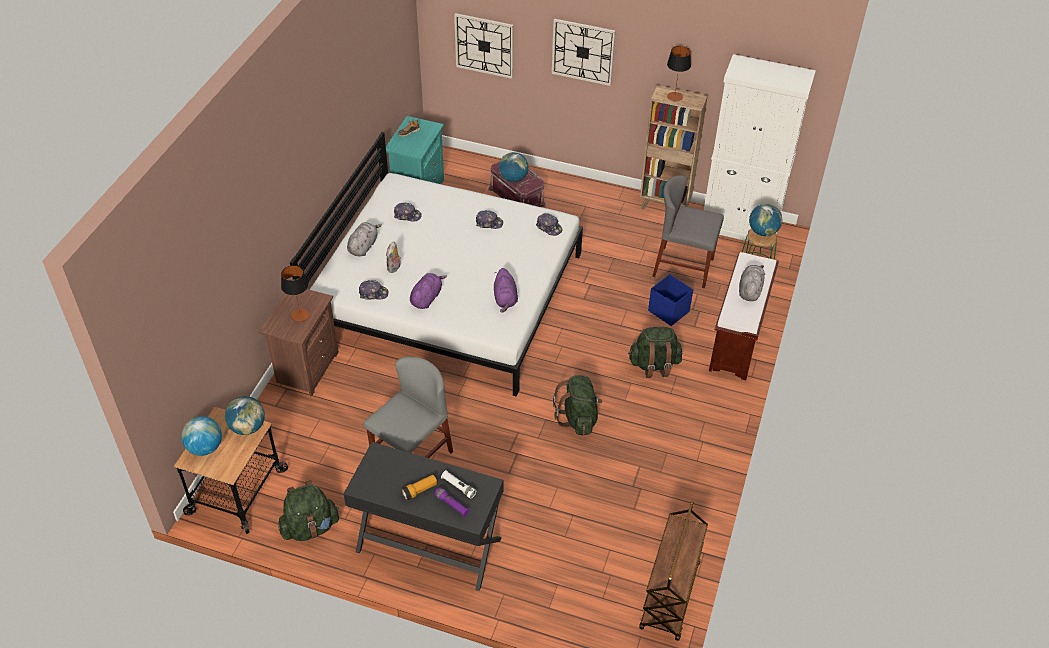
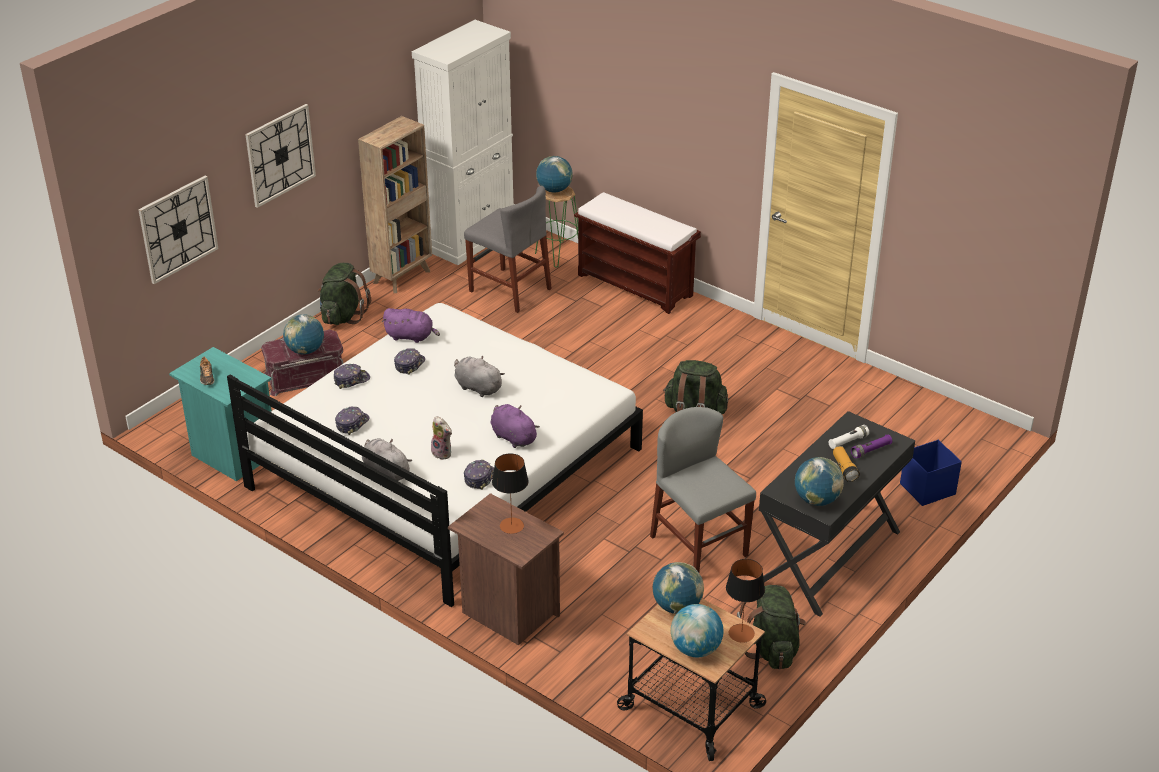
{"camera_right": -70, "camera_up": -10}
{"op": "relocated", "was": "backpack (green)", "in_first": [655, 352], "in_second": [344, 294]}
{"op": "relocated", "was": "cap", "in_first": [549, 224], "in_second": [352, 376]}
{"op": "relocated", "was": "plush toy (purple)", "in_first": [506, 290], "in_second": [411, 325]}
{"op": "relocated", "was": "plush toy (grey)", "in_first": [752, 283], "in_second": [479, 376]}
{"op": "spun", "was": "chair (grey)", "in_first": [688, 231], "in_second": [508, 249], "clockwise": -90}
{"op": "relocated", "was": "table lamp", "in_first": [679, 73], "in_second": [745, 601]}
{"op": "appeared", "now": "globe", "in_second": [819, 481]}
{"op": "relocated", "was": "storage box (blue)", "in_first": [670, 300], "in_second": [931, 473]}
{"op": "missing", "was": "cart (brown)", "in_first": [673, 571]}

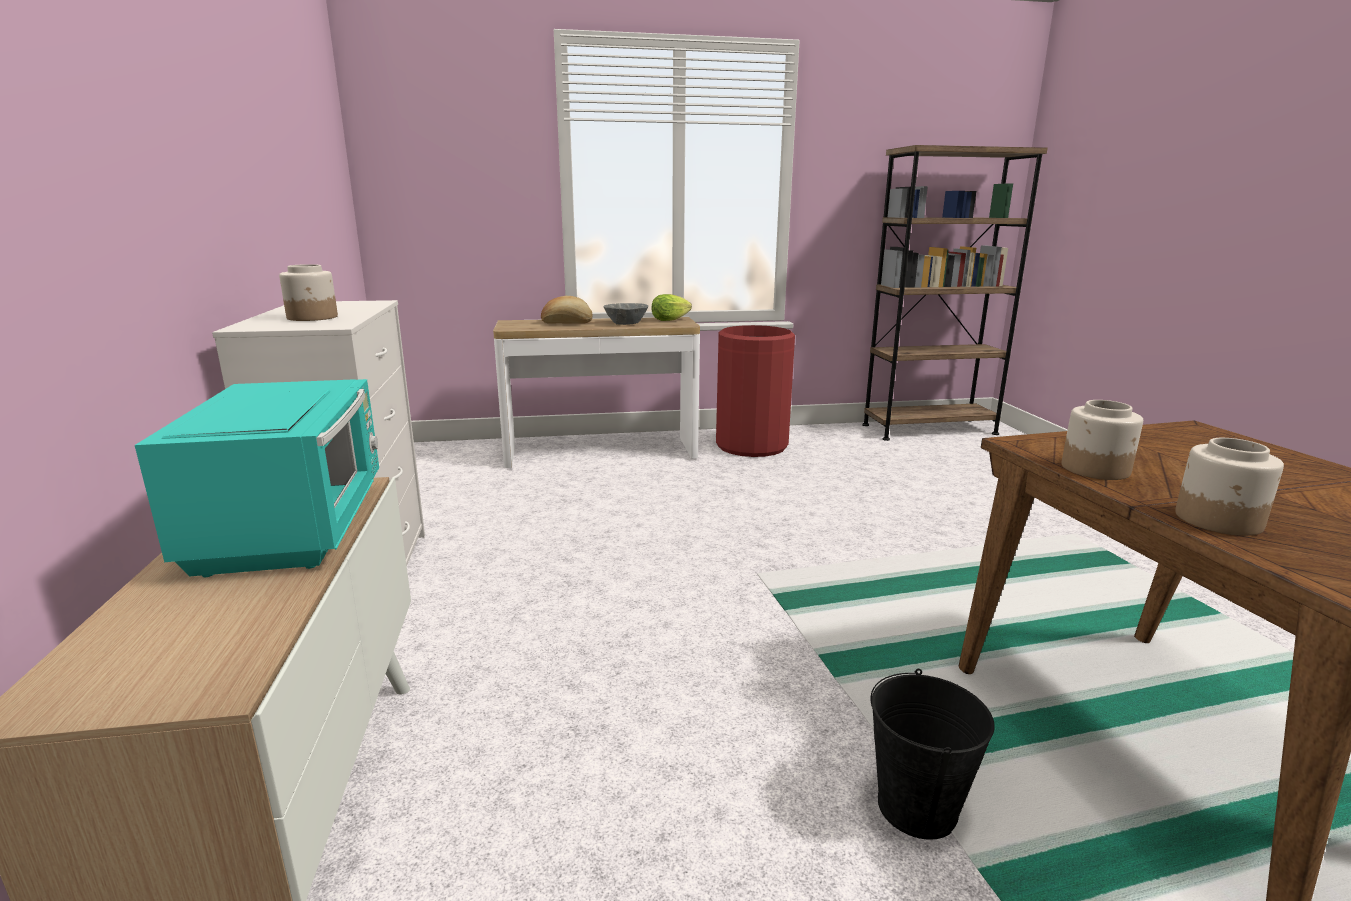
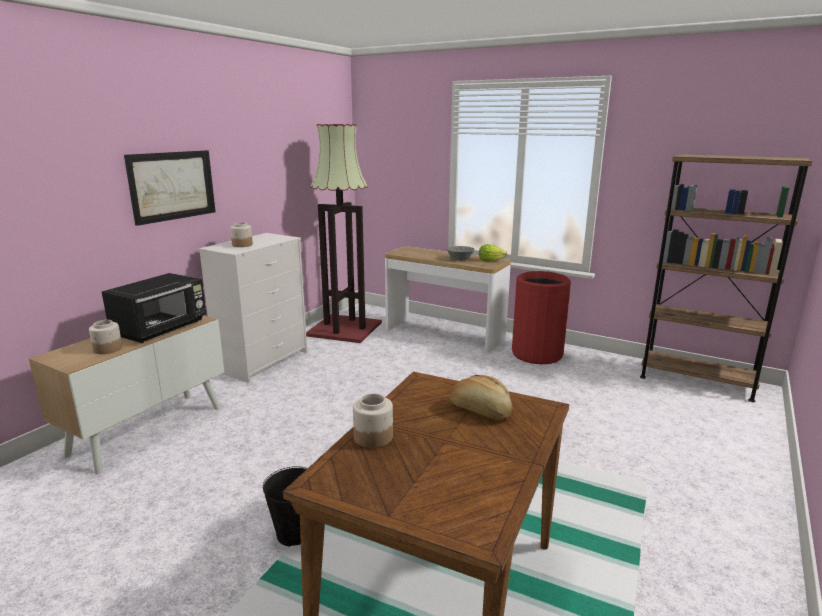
{"camera_right": 40, "camera_up": 0}
{"op": "relocated", "was": "jar", "in_first": [1102, 440], "in_second": [105, 337]}
{"op": "colour", "was": "microwave (turquoise)", "now": "microwave (black)", "in_first": [257, 478], "in_second": [154, 308]}
{"op": "appeared", "now": "picture", "in_second": [170, 188]}
{"op": "appeared", "now": "floor lamp", "in_second": [344, 233]}
{"op": "relocated", "was": "bread", "in_first": [566, 310], "in_second": [481, 397]}

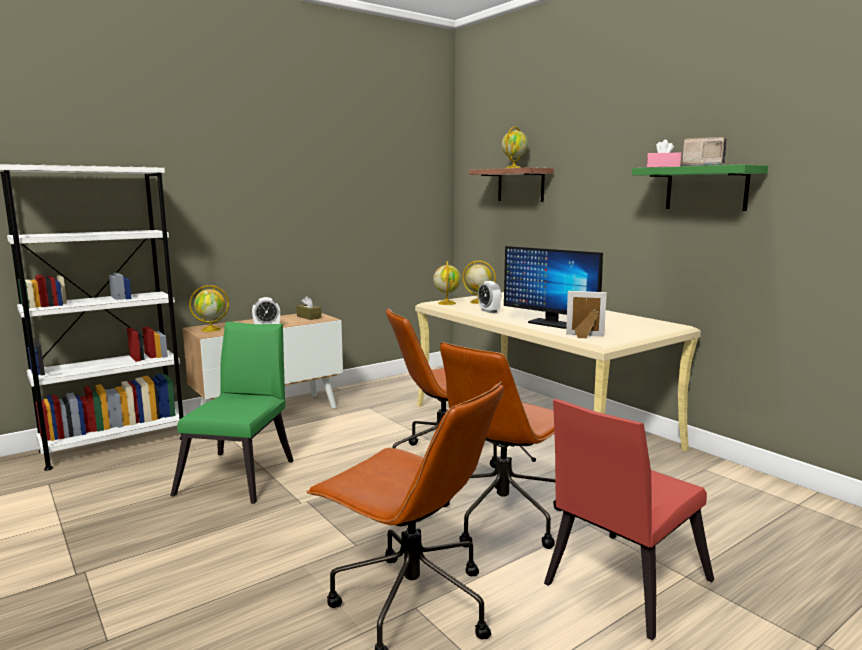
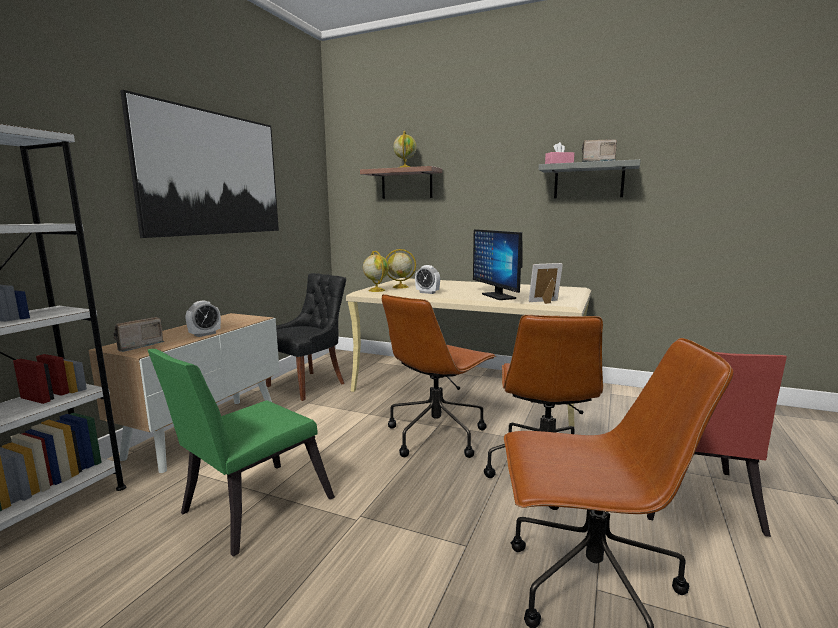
{"camera_right": -30, "camera_up": 0}
{"op": "exchanged", "was": "globe", "now": "radio", "in_first": [209, 308], "in_second": [139, 334]}
{"op": "appeared", "now": "picture", "in_second": [199, 164]}
{"op": "spun", "was": "chair (green)", "in_first": [232, 412], "in_second": [241, 453], "clockwise": -120}
{"op": "appeared", "now": "chair (black)", "in_second": [306, 337]}
{"op": "spun", "was": "monitor", "in_first": [553, 287], "in_second": [498, 264], "clockwise": 60}
{"op": "colour", "was": "shelf (green)", "now": "shelf (grey)", "in_first": [700, 187], "in_second": [589, 179]}
{"op": "missing", "was": "tissue box (brown)", "in_first": [309, 308]}

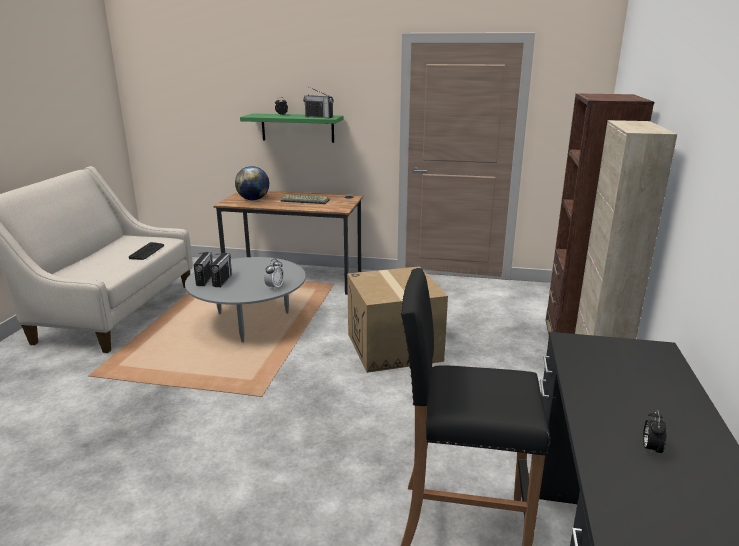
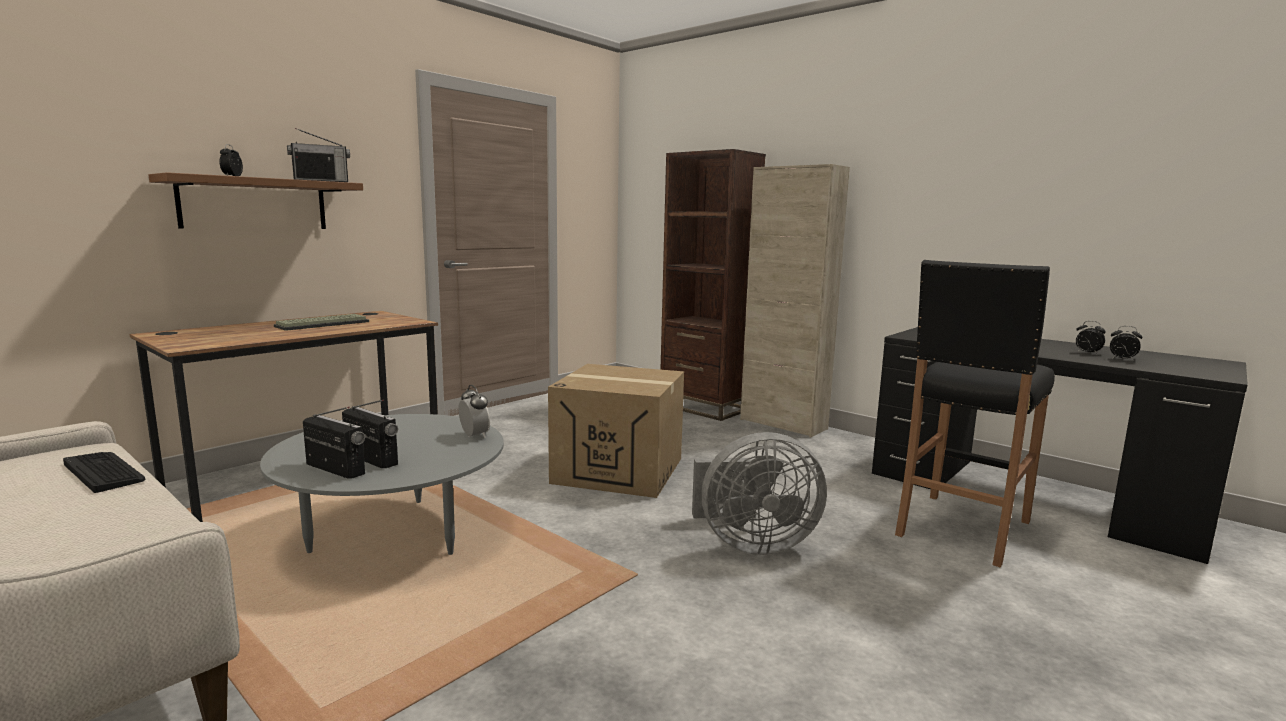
{"camera_right": -60, "camera_up": -10}
{"op": "colour", "was": "shelf (green)", "now": "shelf (brown)", "in_first": [291, 128], "in_second": [255, 200]}
{"op": "appeared", "now": "fan (grey)", "in_second": [759, 493]}
{"op": "appeared", "now": "alarm clock", "in_second": [1126, 343]}
{"op": "missing", "was": "globe", "in_first": [252, 183]}

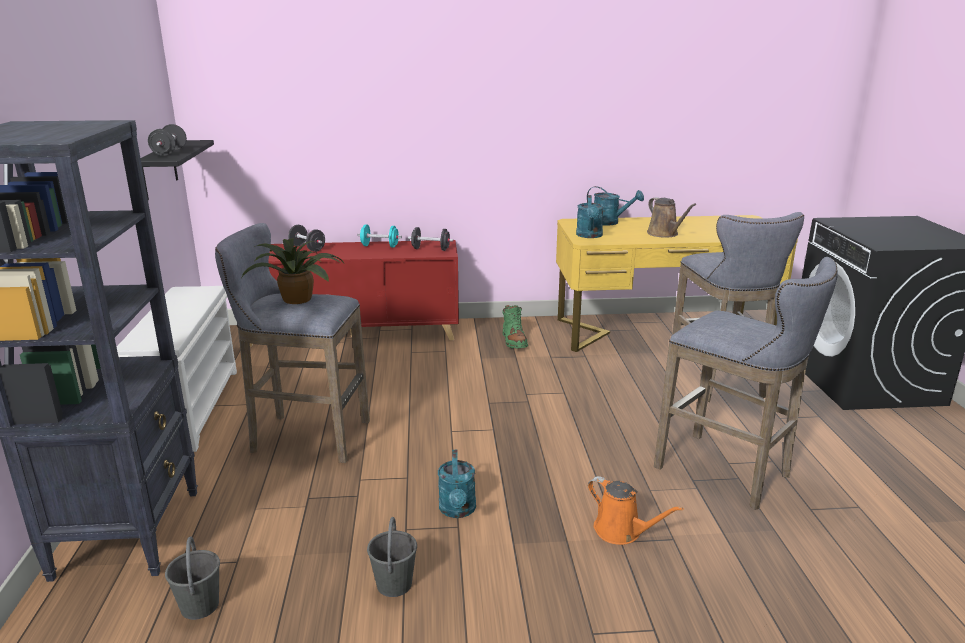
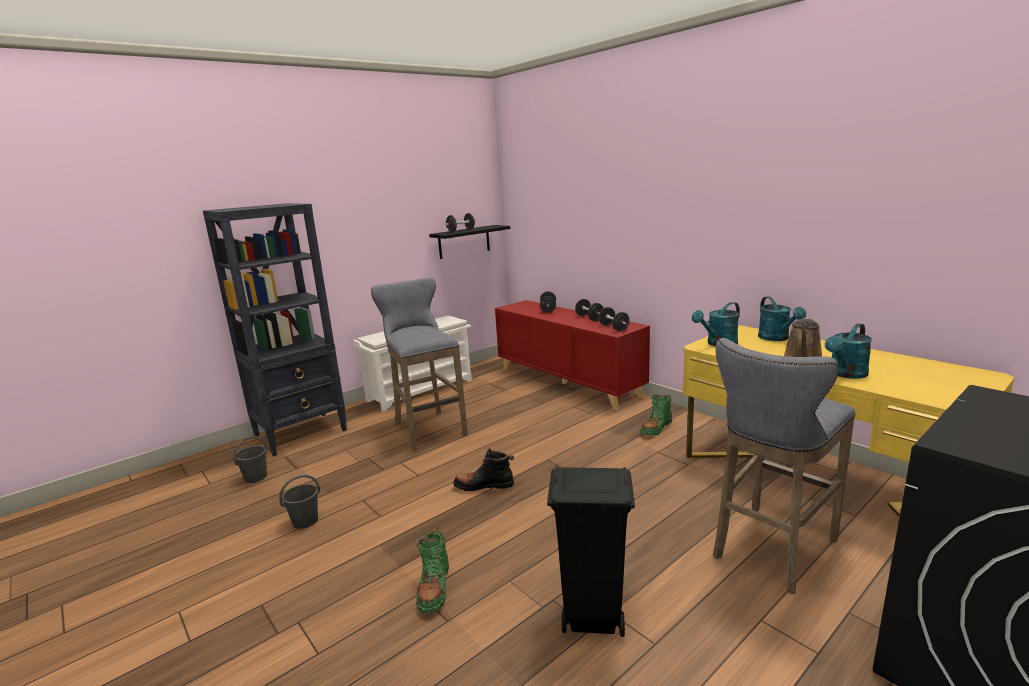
{"camera_right": 55, "camera_up": -5}
{"op": "exchanged", "was": "watering can (orange)", "now": "boot (green)", "in_first": [636, 510], "in_second": [432, 570]}
{"op": "appeared", "now": "boot (black)", "in_second": [483, 469]}
{"op": "exchanged", "was": "stool (grey)", "now": "trash can (black)", "in_first": [746, 383], "in_second": [591, 551]}
{"op": "colour", "was": "dumbbell (turquoise)", "now": "dumbbell (black)", "in_first": [379, 236], "in_second": [589, 310]}
{"op": "relocated", "was": "watering can (turquoise)", "in_first": [457, 484], "in_second": [848, 351]}
{"op": "missing", "was": "potted plant", "in_first": [292, 271]}

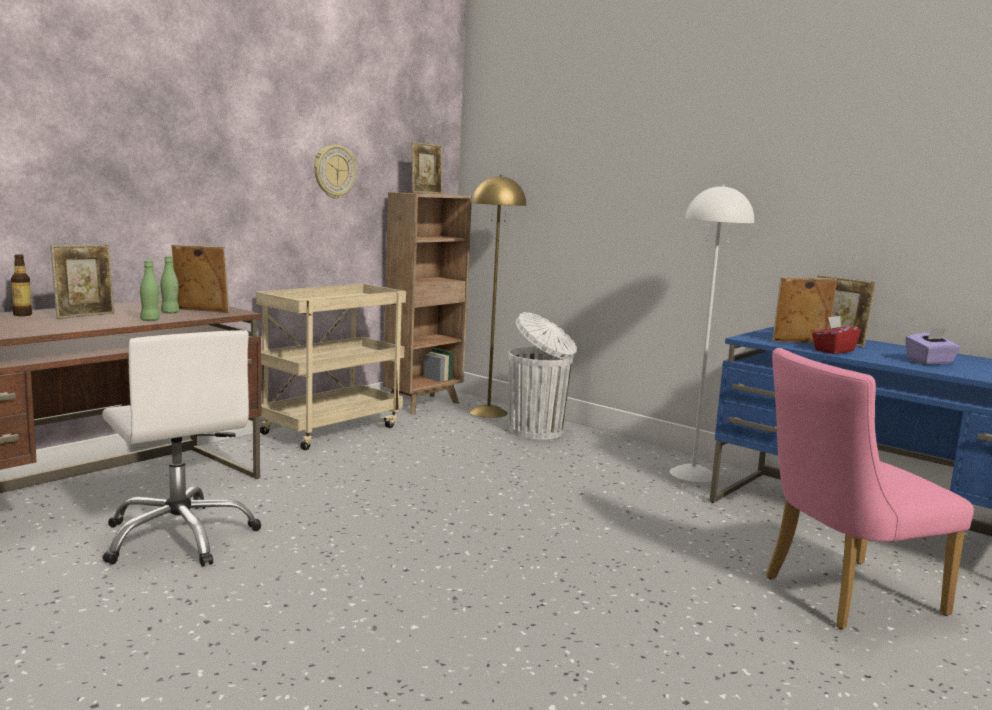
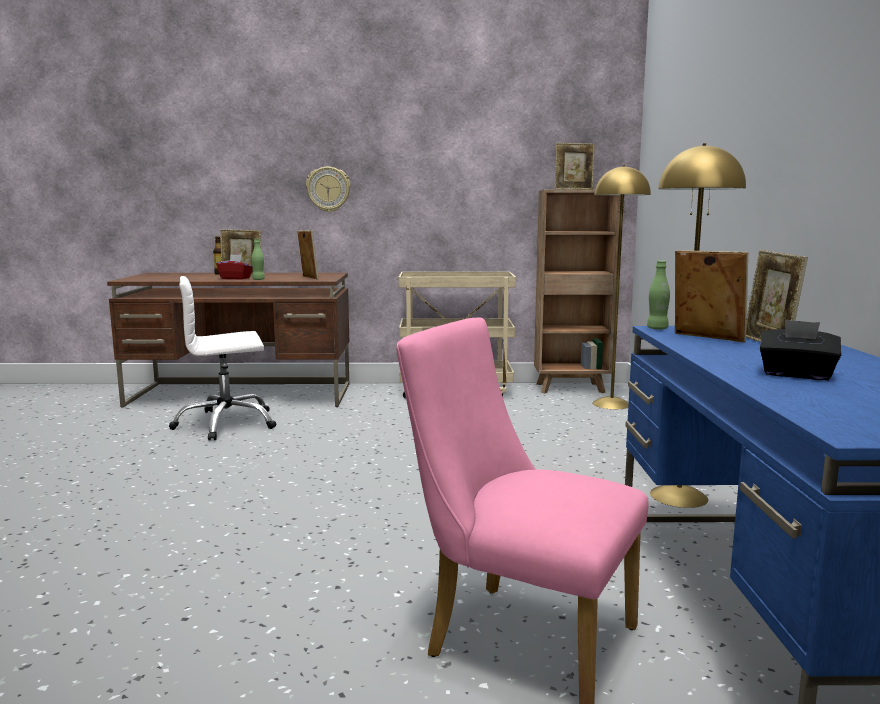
{"camera_right": 50, "camera_up": 0}
{"op": "spun", "was": "office chair (white)", "in_first": [181, 448], "in_second": [222, 358], "clockwise": 60}
{"op": "relocated", "was": "tissue box (red)", "in_first": [836, 335], "in_second": [234, 267]}
{"op": "relocated", "was": "wall clock", "in_first": [335, 172], "in_second": [328, 189]}
{"op": "relocated", "was": "bottle (green)", "in_first": [169, 285], "in_second": [658, 295]}
{"op": "colour", "was": "floor lamp (white)", "now": "floor lamp (yellow)", "in_first": [711, 333], "in_second": [698, 325]}
{"op": "colour", "was": "tissue box (purple)", "now": "tissue box (black)", "in_first": [933, 346], "in_second": [800, 349]}
{"op": "missing", "was": "trash can (white)", "in_first": [542, 376]}

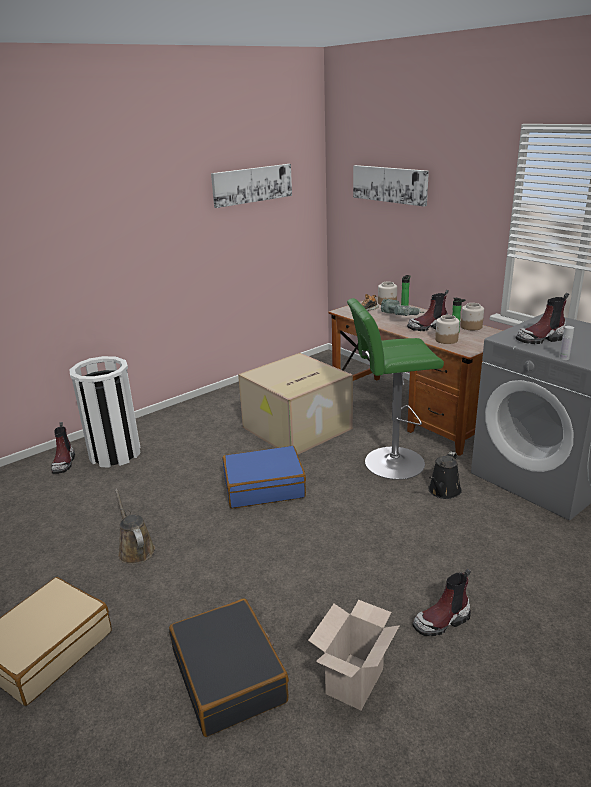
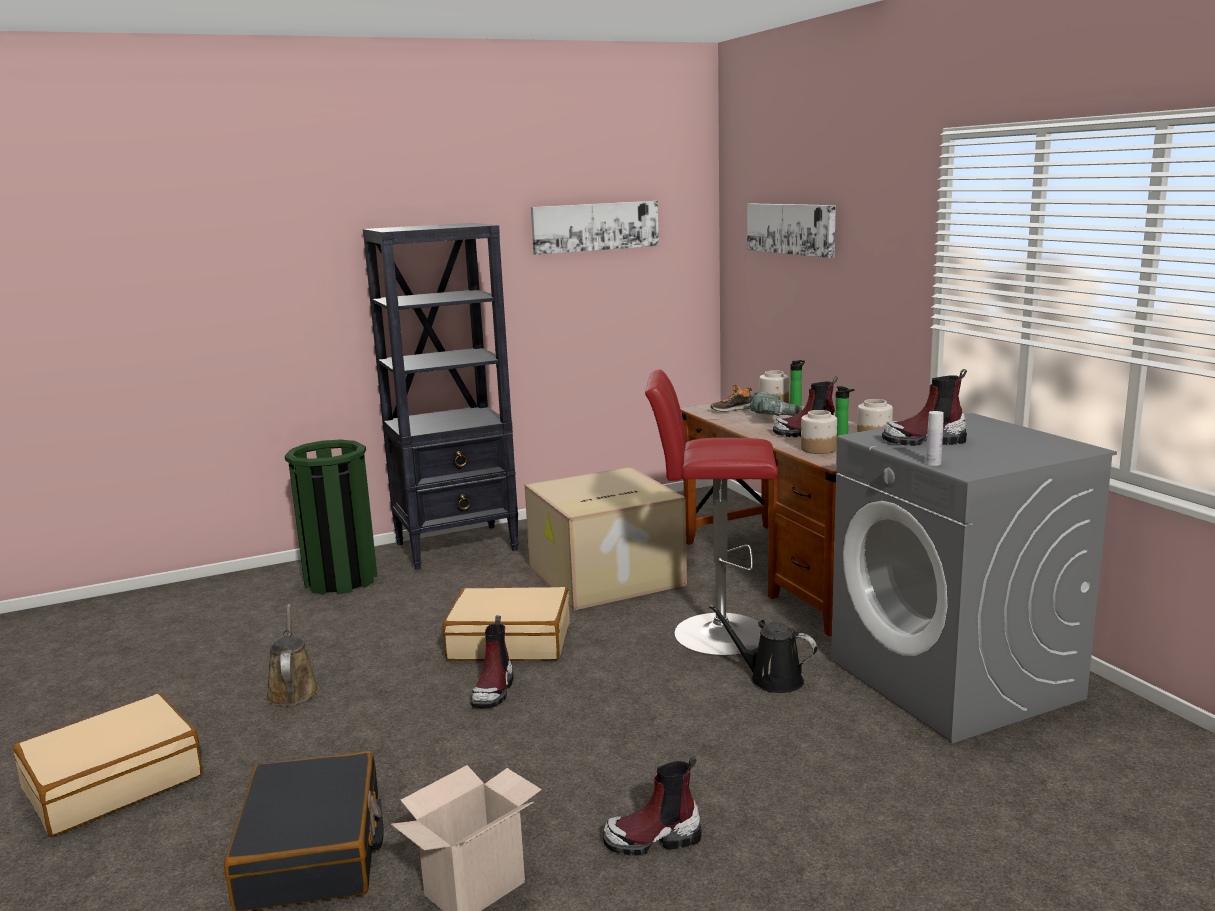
{"camera_right": 15, "camera_up": -10}
{"op": "colour", "was": "trash can (white)", "now": "trash can (green)", "in_first": [105, 412], "in_second": [331, 517]}
{"op": "appeared", "now": "bookcase (black)", "in_second": [441, 396]}
{"op": "colour", "was": "suitcase (blue)", "now": "suitcase (beige)", "in_first": [264, 477], "in_second": [506, 624]}
{"op": "relocated", "was": "boot", "in_first": [63, 448], "in_second": [492, 662]}
{"op": "colour", "was": "stool (green)", "now": "stool (red)", "in_first": [395, 389], "in_second": [711, 513]}
{"op": "spun", "was": "watering can (black)", "in_first": [445, 475], "in_second": [763, 649], "clockwise": 75}

